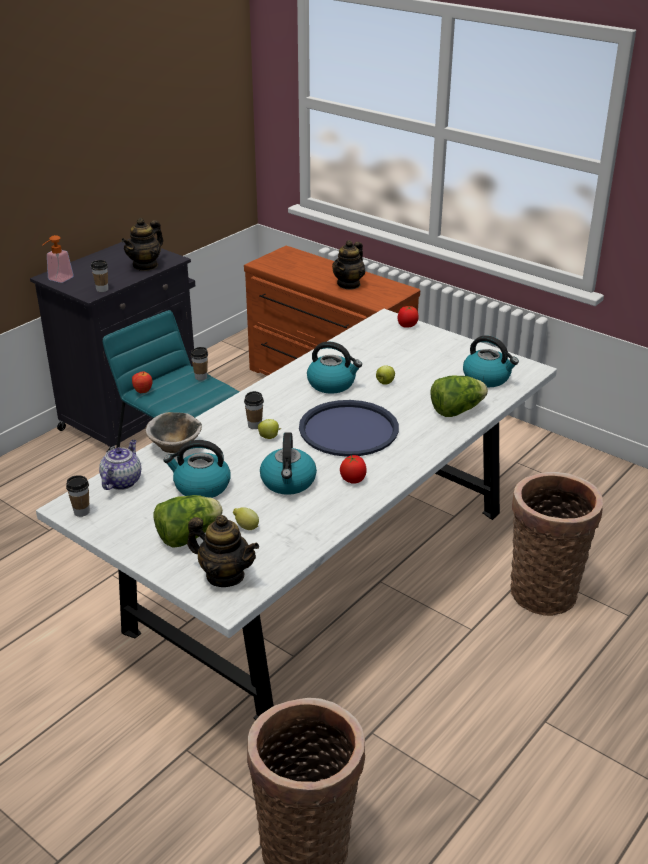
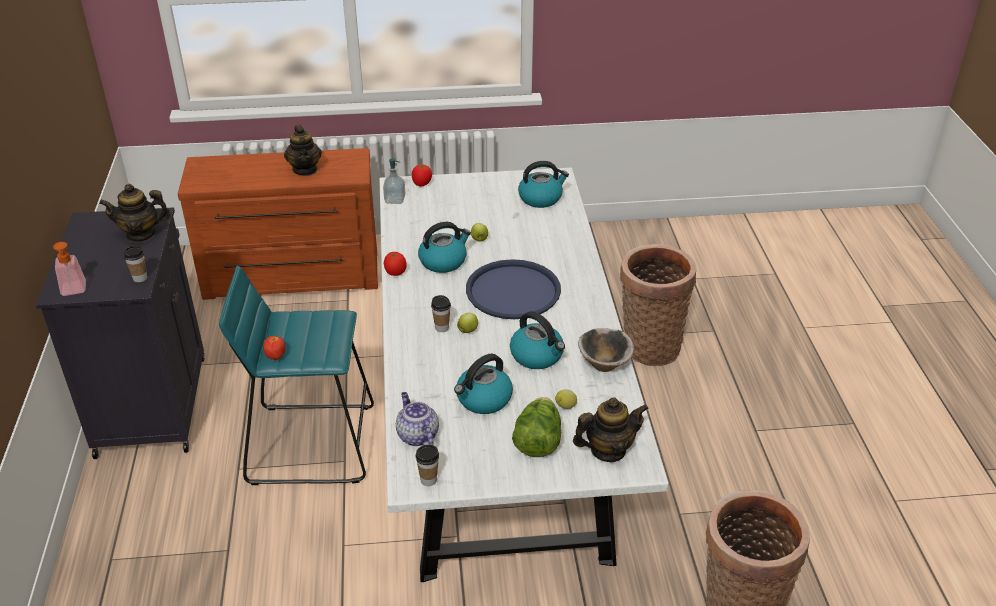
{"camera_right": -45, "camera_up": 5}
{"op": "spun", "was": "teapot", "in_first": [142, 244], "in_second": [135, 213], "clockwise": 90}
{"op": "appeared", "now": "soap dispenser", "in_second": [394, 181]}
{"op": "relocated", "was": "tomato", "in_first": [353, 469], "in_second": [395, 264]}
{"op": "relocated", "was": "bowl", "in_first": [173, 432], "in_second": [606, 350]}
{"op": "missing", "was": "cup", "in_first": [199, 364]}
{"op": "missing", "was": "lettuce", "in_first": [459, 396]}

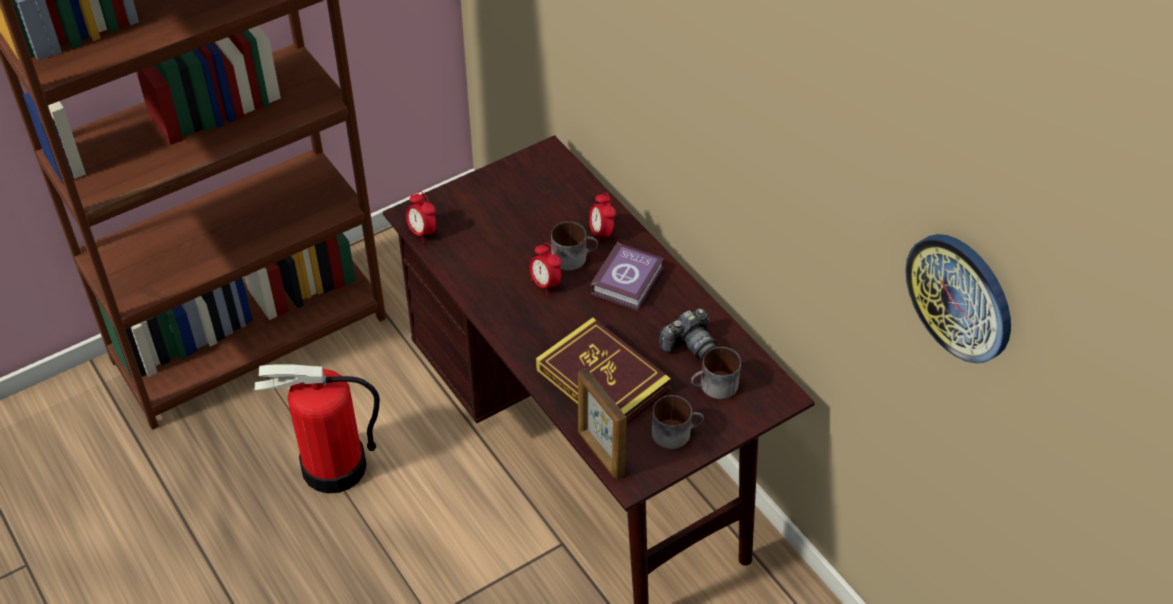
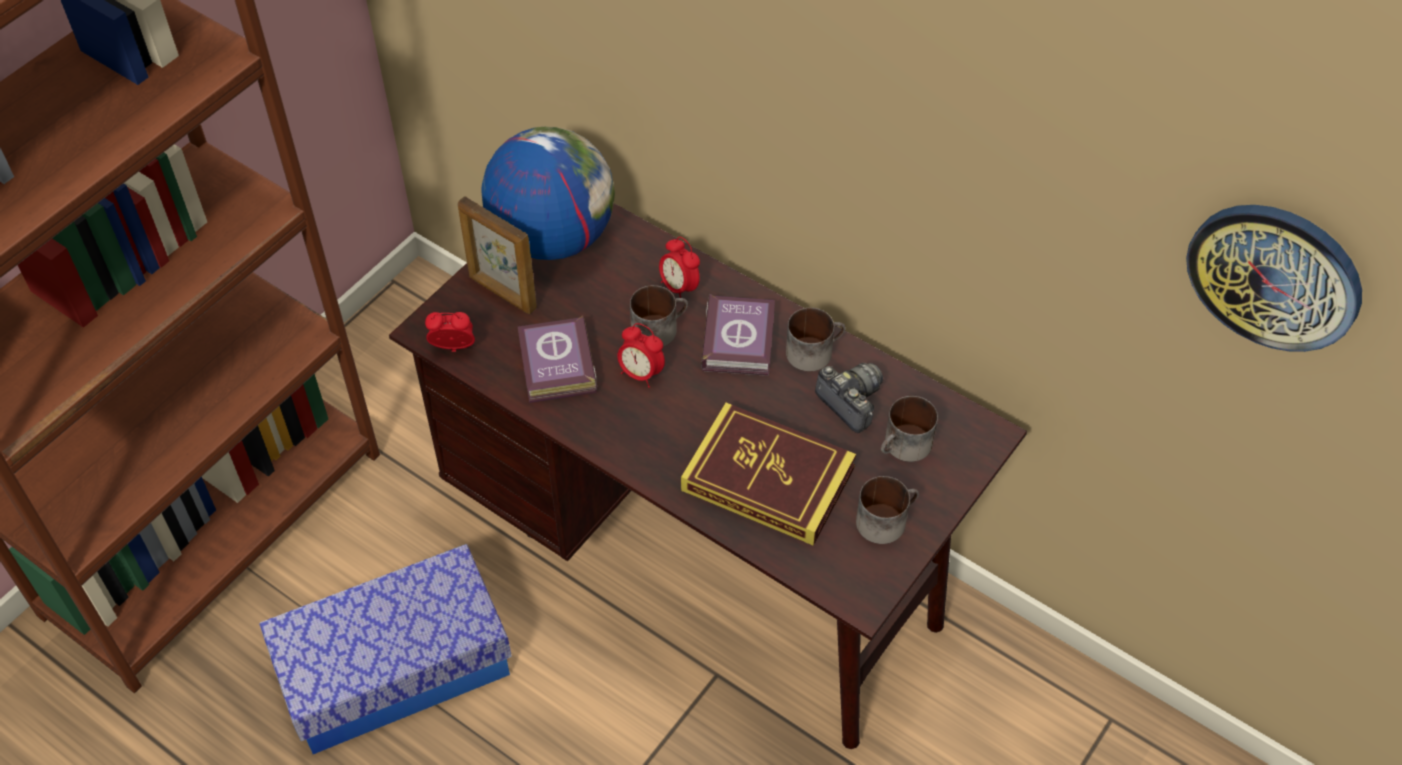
{"camera_right": -20, "camera_up": 5}
{"op": "exchanged", "was": "fire extinguisher", "now": "storage box", "in_first": [317, 428], "in_second": [385, 649]}
{"op": "spun", "was": "alarm clock", "in_first": [421, 217], "in_second": [450, 332], "clockwise": 150}
{"op": "relocated", "was": "picture frame", "in_first": [602, 423], "in_second": [497, 255]}
{"op": "appeared", "now": "globe", "in_second": [548, 193]}
{"op": "appeared", "now": "book", "in_second": [557, 359]}
{"op": "appeared", "now": "mug", "in_second": [816, 339]}
{"op": "spun", "was": "photo camera", "in_first": [687, 334], "in_second": [849, 398], "clockwise": -75}

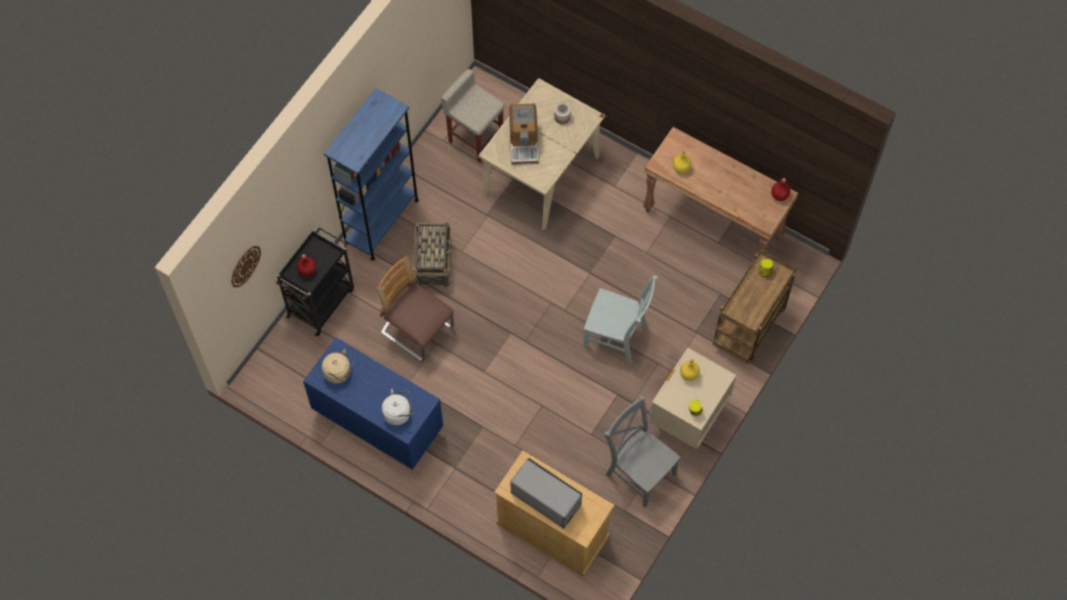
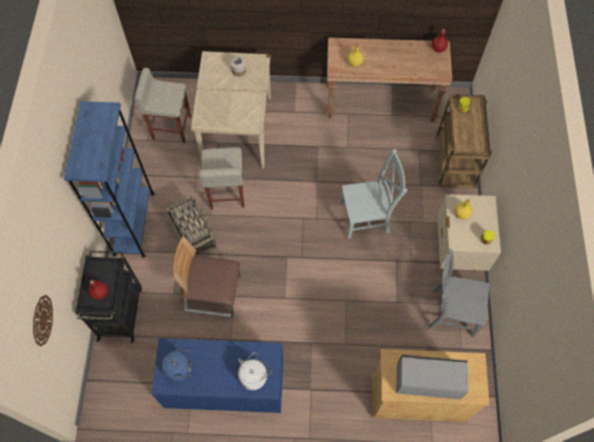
{"camera_right": -30, "camera_up": 0}
{"op": "colour", "was": "kettle (beige)", "now": "kettle (blue)", "in_first": [338, 365], "in_second": [176, 363]}
{"op": "appeared", "now": "stool (beige)", "in_second": [222, 178]}
{"op": "missing", "was": "coffee machine", "in_first": [524, 134]}

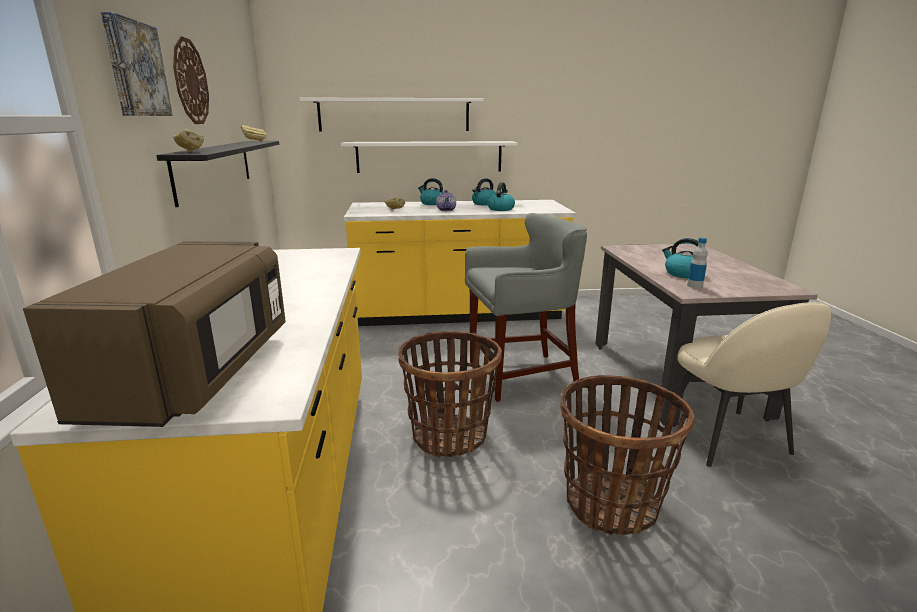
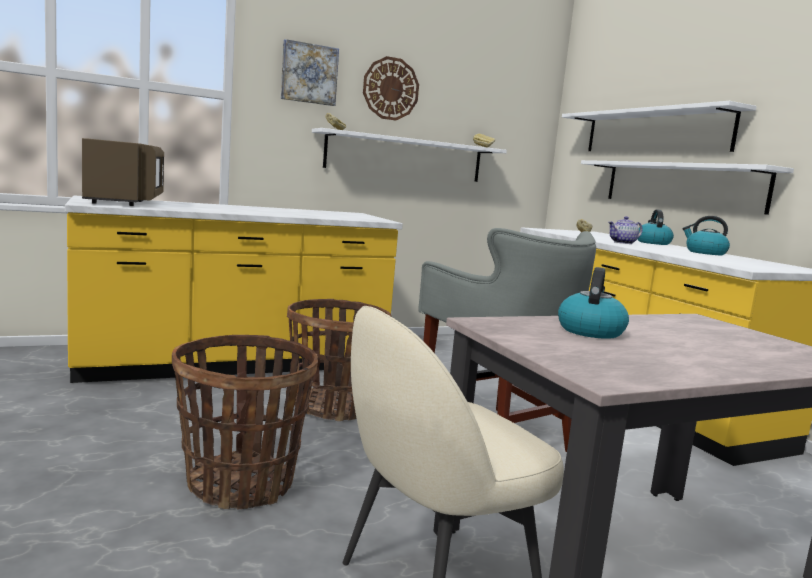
{"camera_right": 70, "camera_up": -10}
{"op": "spun", "was": "microwave (brown)", "in_first": [154, 334], "in_second": [123, 172], "clockwise": -90}
{"op": "colour", "was": "shelf (black)", "now": "shelf (white)", "in_first": [217, 174], "in_second": [409, 155]}
{"op": "missing", "was": "kettle", "in_first": [501, 196]}
{"op": "missing", "was": "bottle", "in_first": [697, 263]}

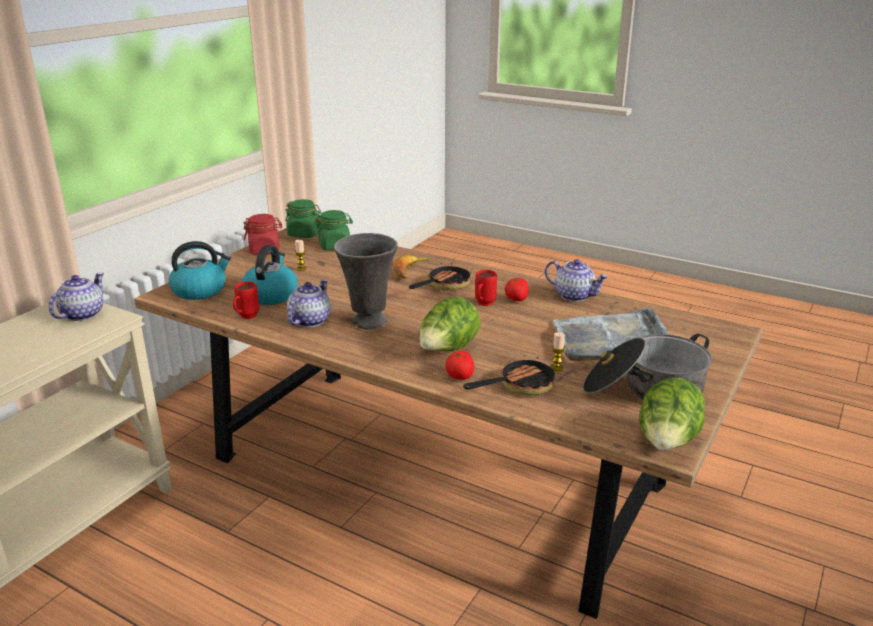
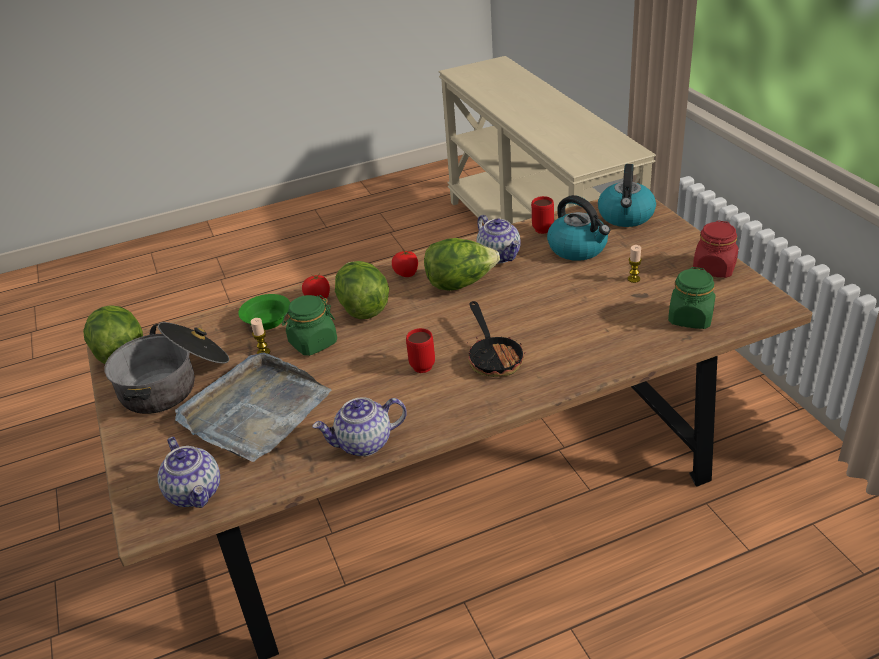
{"camera_right": 130, "camera_up": 10}
{"op": "relocated", "was": "teapot", "in_first": [76, 297], "in_second": [189, 472]}
{"op": "exchanged", "was": "frying pan", "now": "bowl (green)", "in_first": [509, 375], "in_second": [264, 312]}
{"op": "relocated", "was": "jar (green)", "in_first": [303, 218], "in_second": [309, 325]}
{"op": "relocated", "was": "tomato", "in_first": [517, 289], "in_second": [405, 263]}
{"op": "exchanged", "was": "vase (grey)", "now": "lettuce", "in_first": [366, 281], "in_second": [462, 264]}
{"op": "missing", "was": "banana", "in_first": [412, 267]}

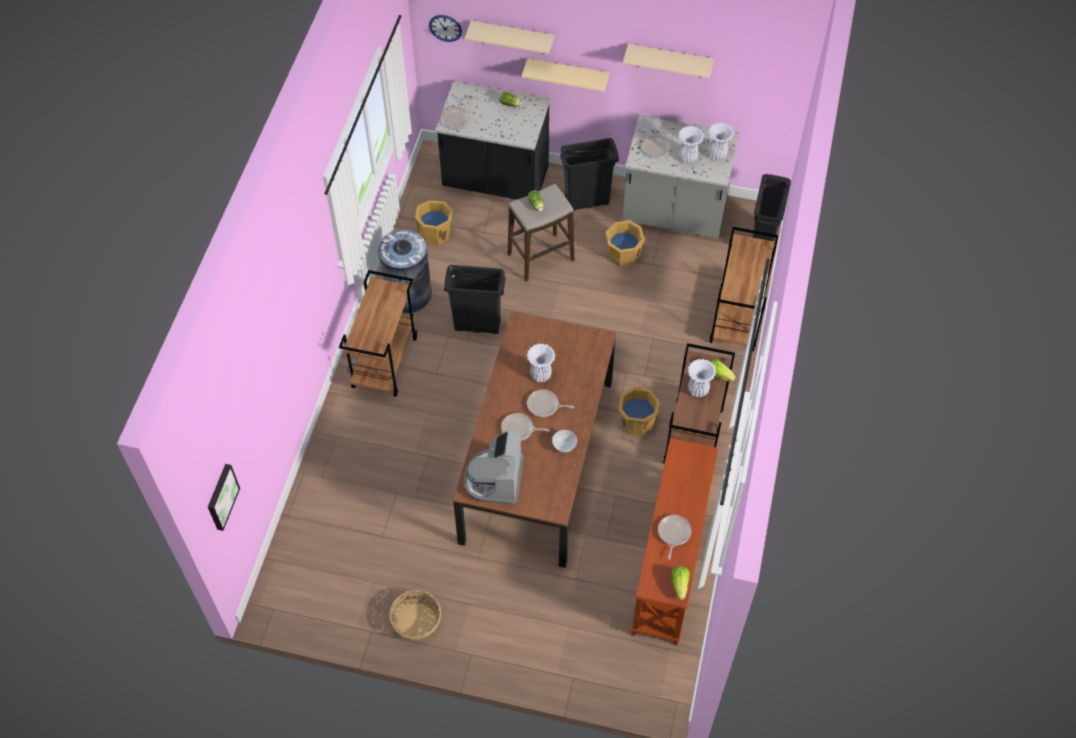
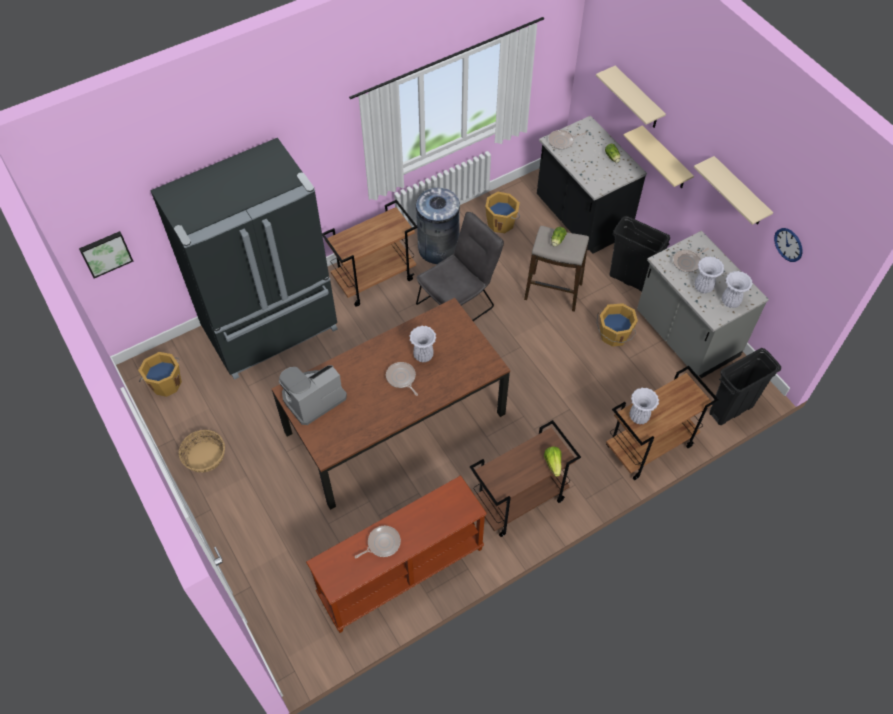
{"camera_right": 45, "camera_up": 0}
{"op": "relocated", "was": "bucket (orange)", "in_first": [639, 411], "in_second": [160, 374]}
{"op": "appeared", "now": "fridge (black)", "in_second": [244, 259]}
{"op": "exchanged", "was": "trash can (black)", "now": "chair (grey)", "in_first": [475, 299], "in_second": [460, 266]}
{"op": "relocated", "was": "vase (white)", "in_first": [702, 378], "in_second": [644, 406]}
{"op": "relocated", "was": "wall clock", "in_first": [445, 28], "in_second": [788, 245]}
{"op": "missing", "was": "frying pan", "in_first": [525, 427]}
{"op": "missing", "was": "bowl", "in_first": [564, 441]}
{"op": "missing", "was": "lettuce", "in_first": [680, 583]}

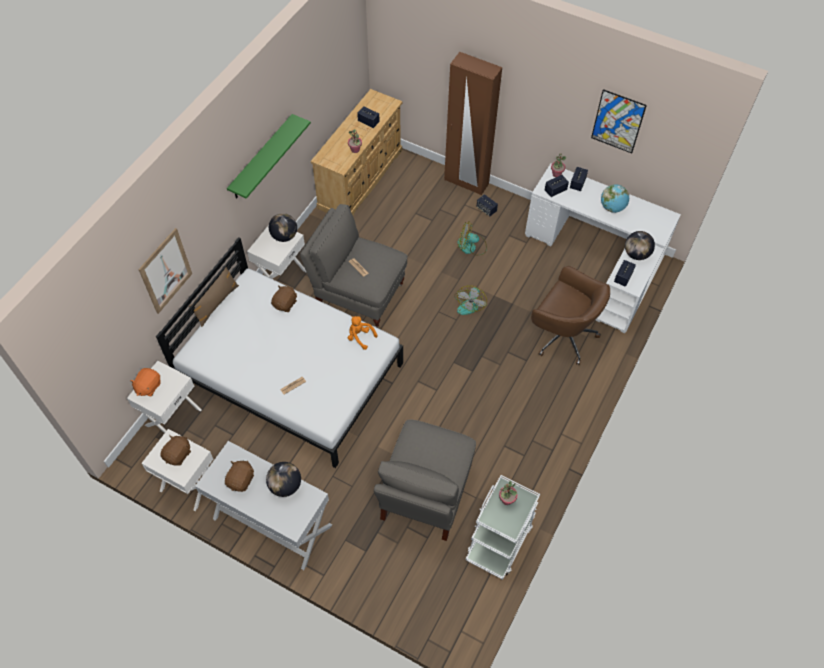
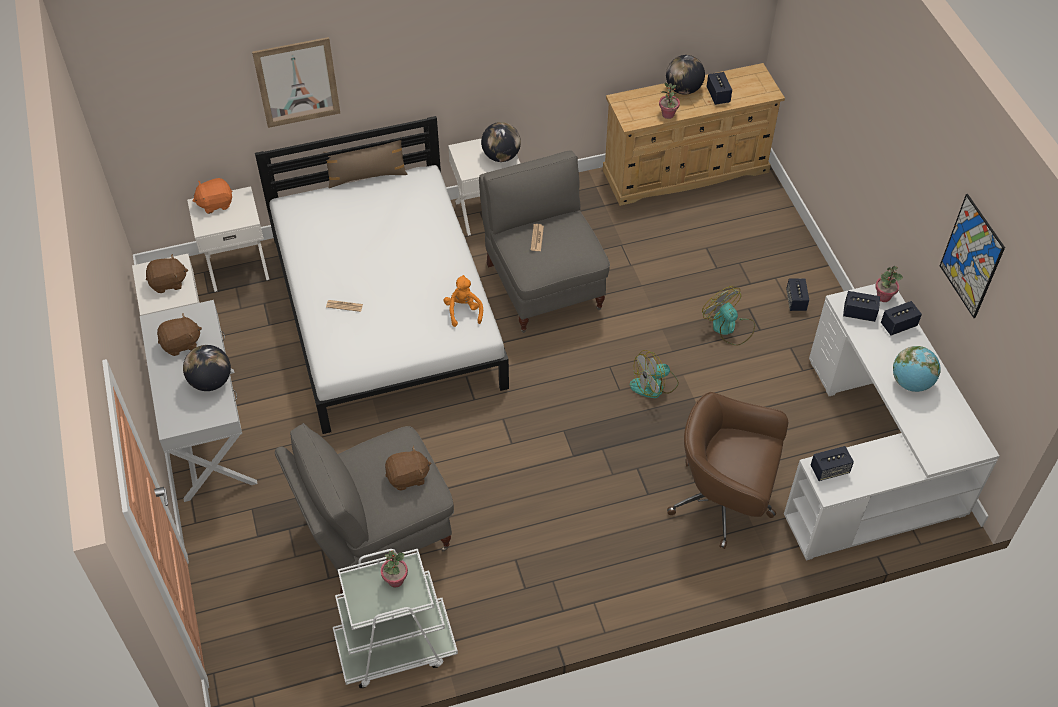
{"camera_right": 45, "camera_up": -5}
{"op": "relocated", "was": "plush toy (brown)", "in_first": [284, 298], "in_second": [408, 468]}
{"op": "relocated", "was": "globe", "in_first": [640, 245], "in_second": [685, 75]}
{"op": "spun", "was": "office chair (brown)", "in_first": [570, 315], "in_second": [727, 470], "clockwise": 120}
{"op": "missing", "was": "shelf (green)", "in_first": [269, 156]}
{"op": "missing", "was": "wardrobe (brown)", "in_first": [473, 123]}

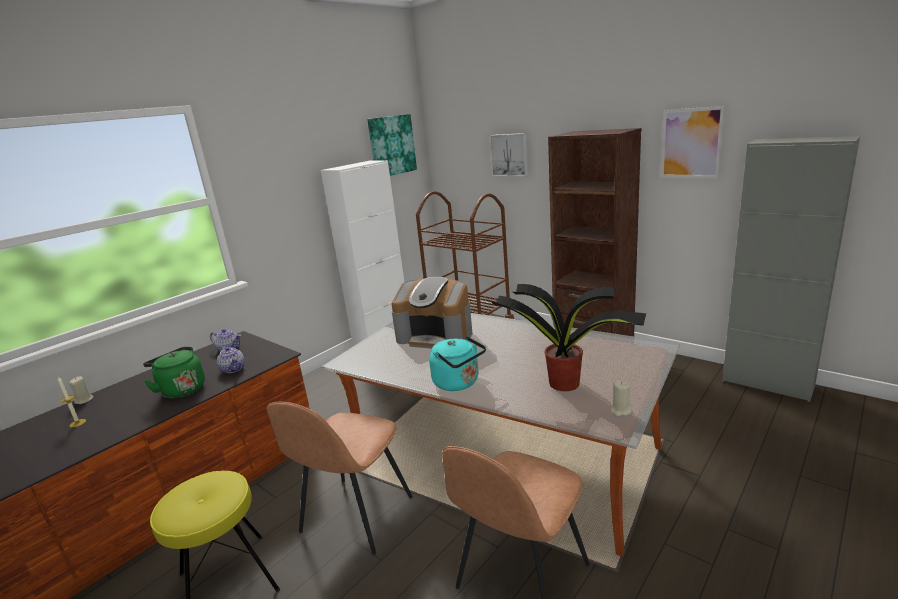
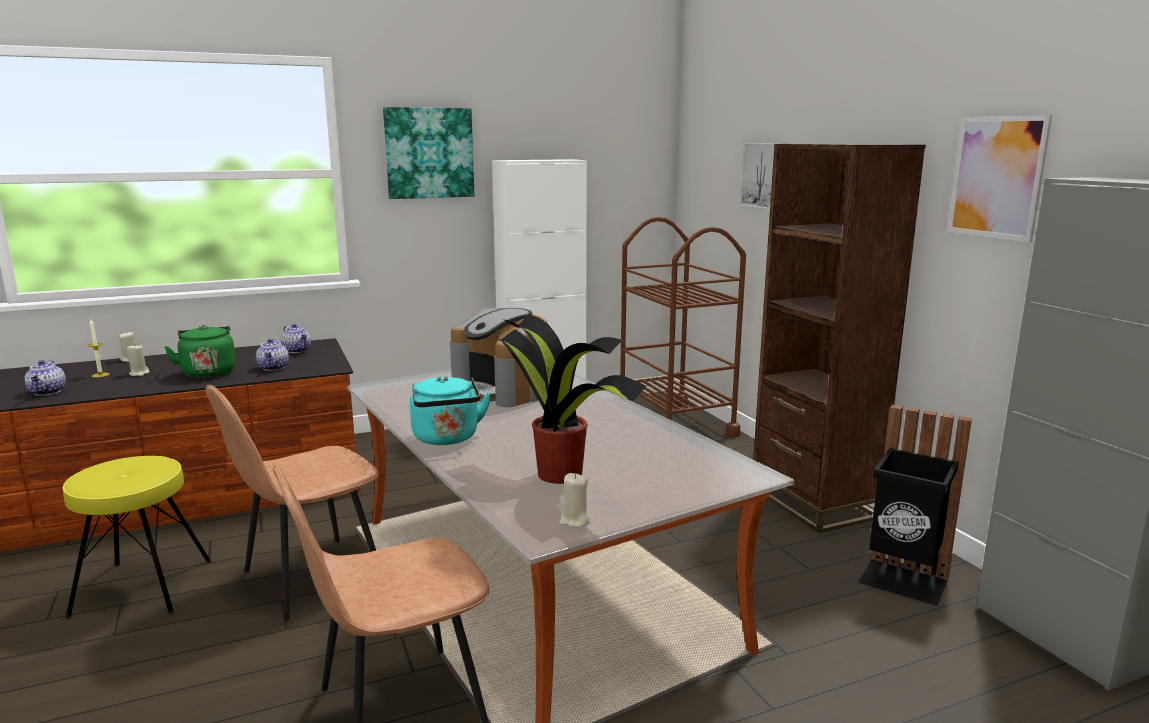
{"camera_right": 25, "camera_up": -5}
{"op": "appeared", "now": "teapot", "in_second": [45, 378]}
{"op": "appeared", "now": "candle (beige)", "in_second": [138, 360]}
{"op": "relocated", "was": "picture", "in_first": [392, 145], "in_second": [428, 153]}
{"op": "appeared", "now": "trash can (black)", "in_second": [915, 505]}

